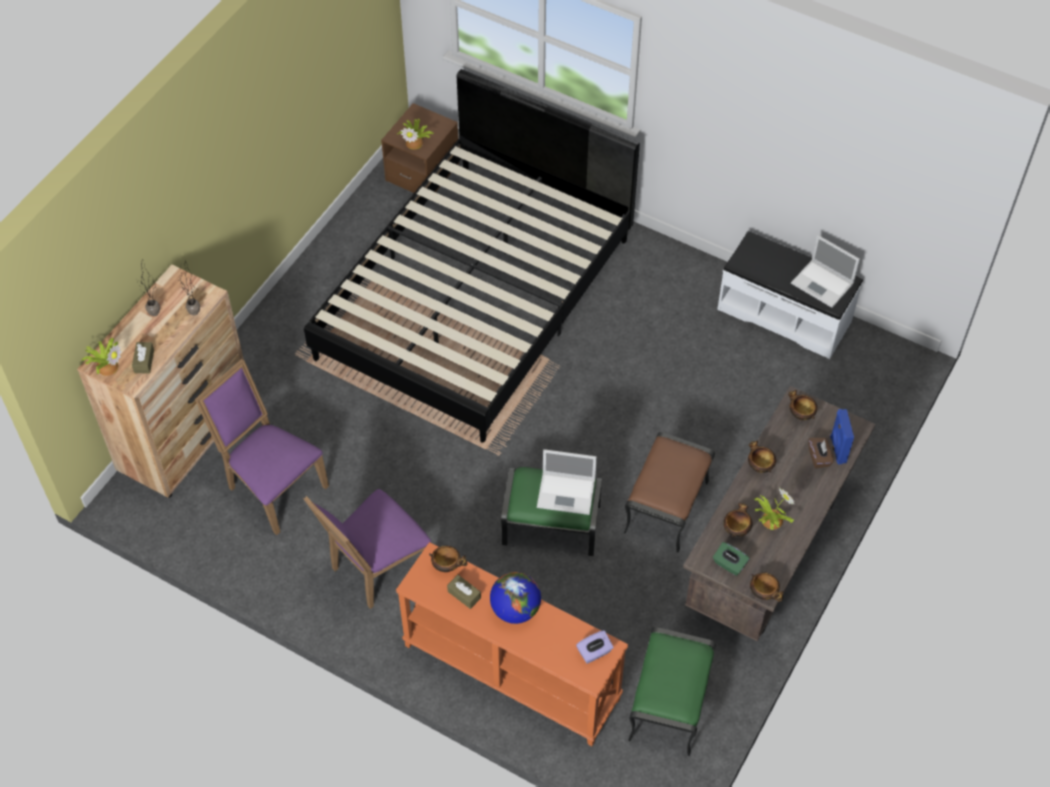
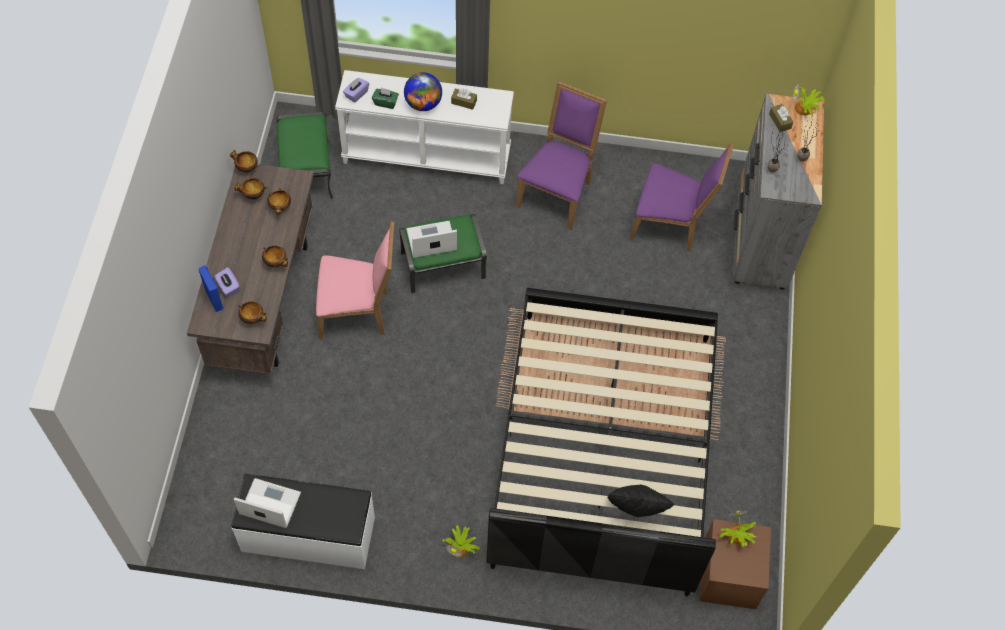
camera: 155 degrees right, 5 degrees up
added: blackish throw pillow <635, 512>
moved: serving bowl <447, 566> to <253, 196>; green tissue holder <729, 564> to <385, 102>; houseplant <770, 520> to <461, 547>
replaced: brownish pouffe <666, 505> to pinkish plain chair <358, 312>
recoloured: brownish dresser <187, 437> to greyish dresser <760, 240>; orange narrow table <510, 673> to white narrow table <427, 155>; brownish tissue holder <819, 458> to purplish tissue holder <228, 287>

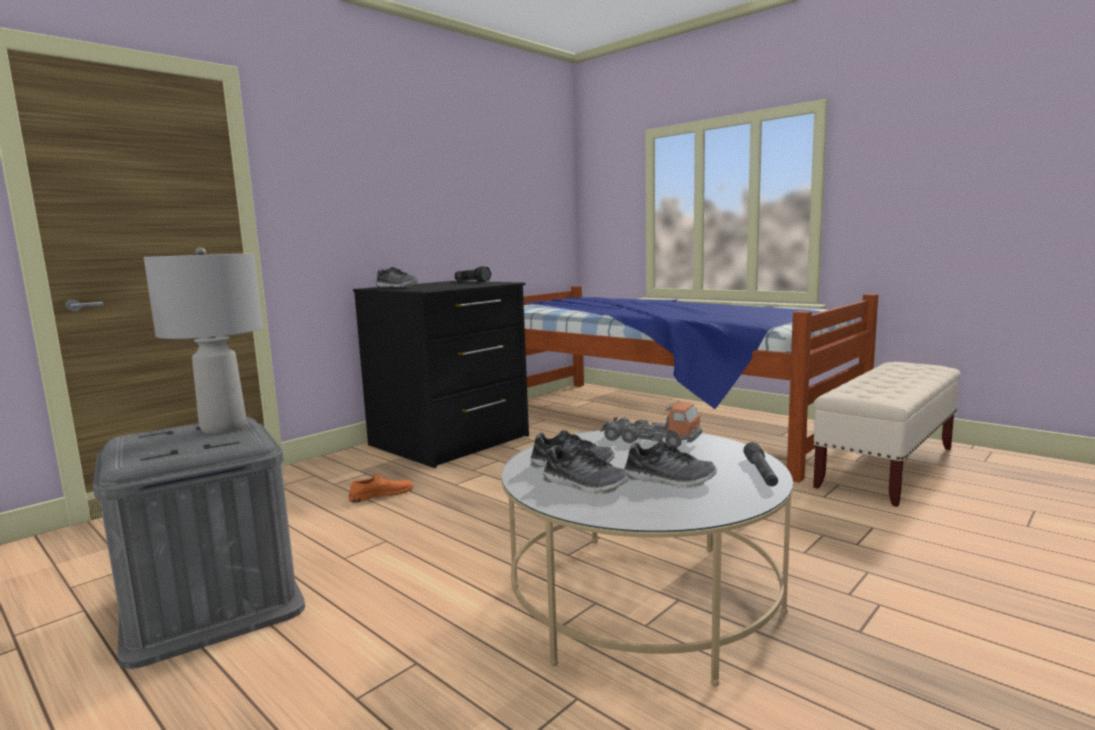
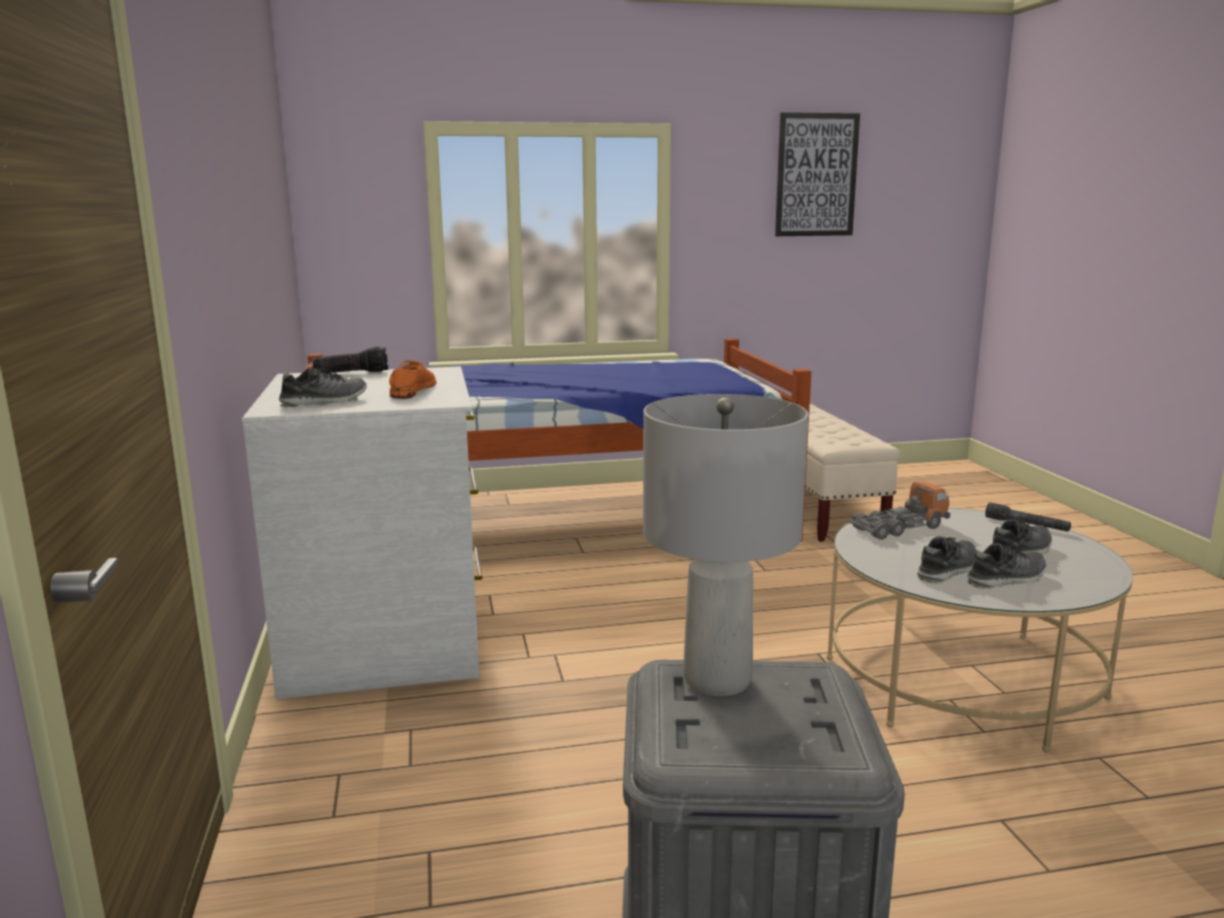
camera: 55 degrees left, 5 degrees up
added: wall picture <816, 175>
moved: orange item of footwear <381, 494> to <412, 390>
recoloured: blackish dresser <450, 441> to white dresser <387, 639>

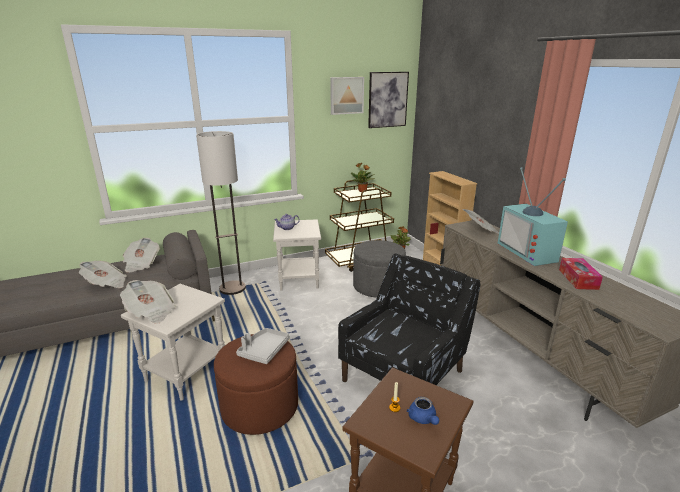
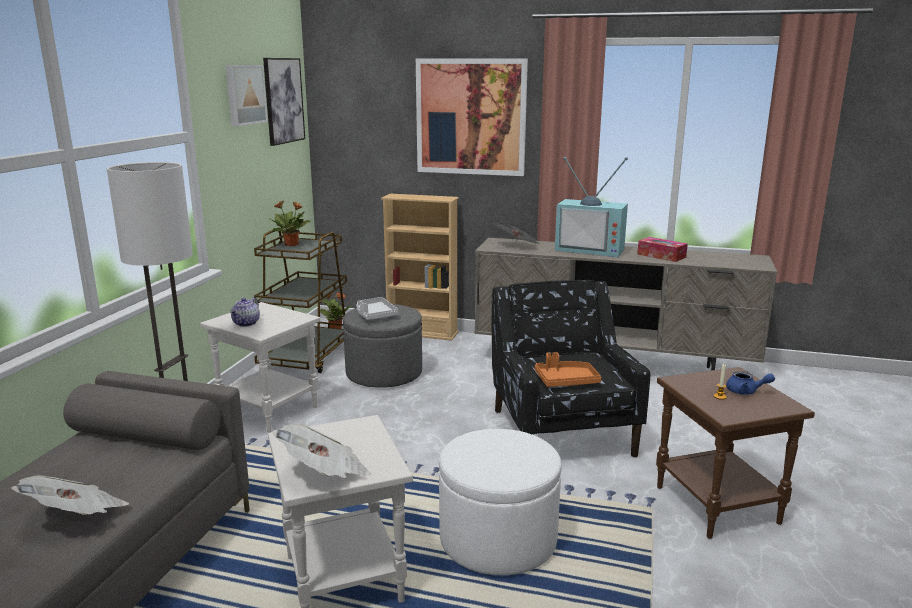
camera: 50 degrees left, 5 degrees down
removed: newspaper <141, 264>
added: wall picture <471, 117>; orange carrying tray <566, 381>
moved: greyish carrying tray <264, 350> to <375, 315>
recoloured: brownish pouffe <260, 406> to white pouffe <498, 539>

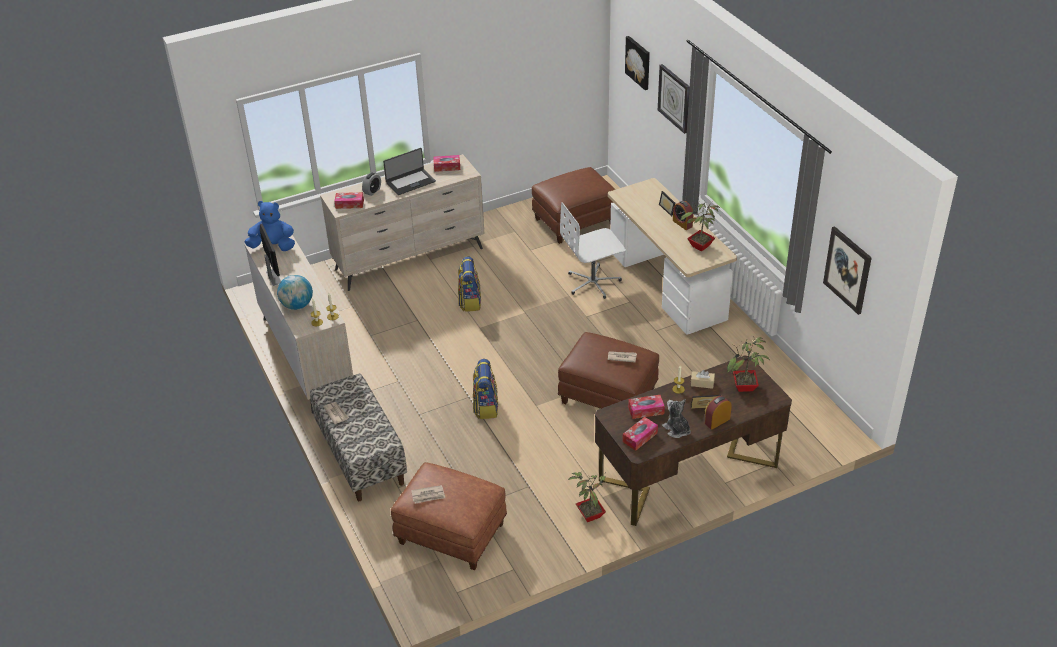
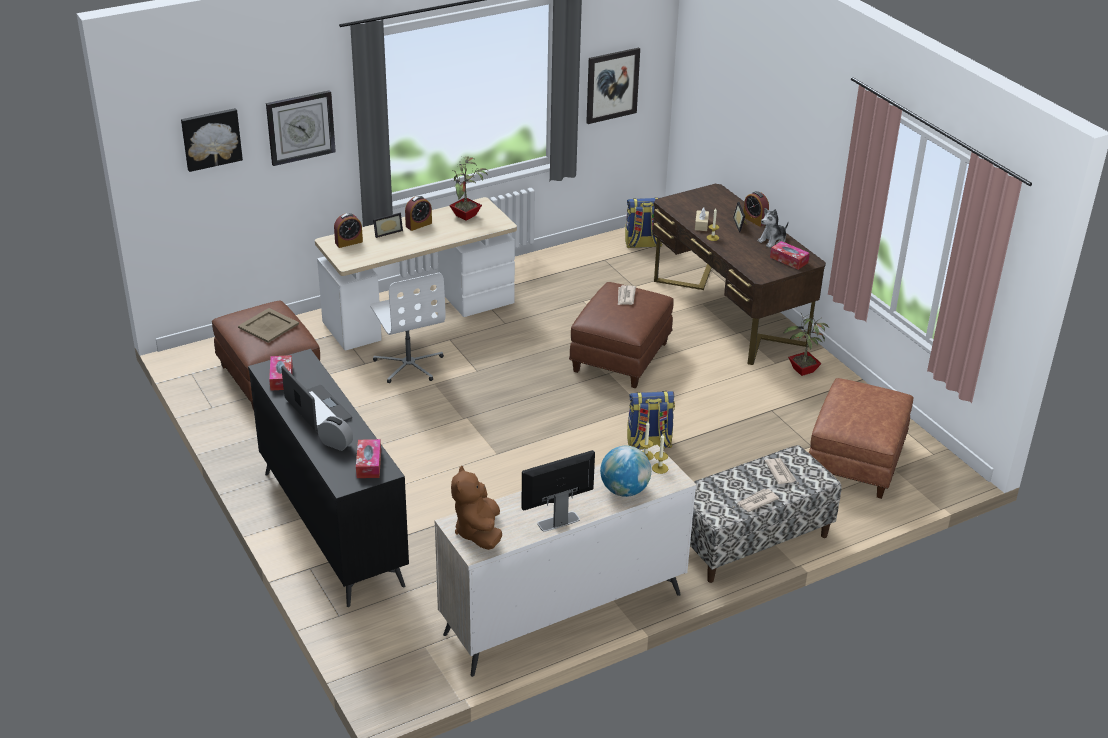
camera: 95 degrees left, 5 degrees down
removed: tissue holder <646, 410>; houseplant <744, 388>
added: sand-coloured carrying tray <268, 326>; table clock <349, 242>
moved: newspaper <428, 495> to <780, 472>; backpack <469, 301> to <642, 244>
recoloured: bluish plush toy <273, 246> to brownish plush toy <478, 532>; sand-coloured dresser <410, 259> to blackish dresser <332, 527>

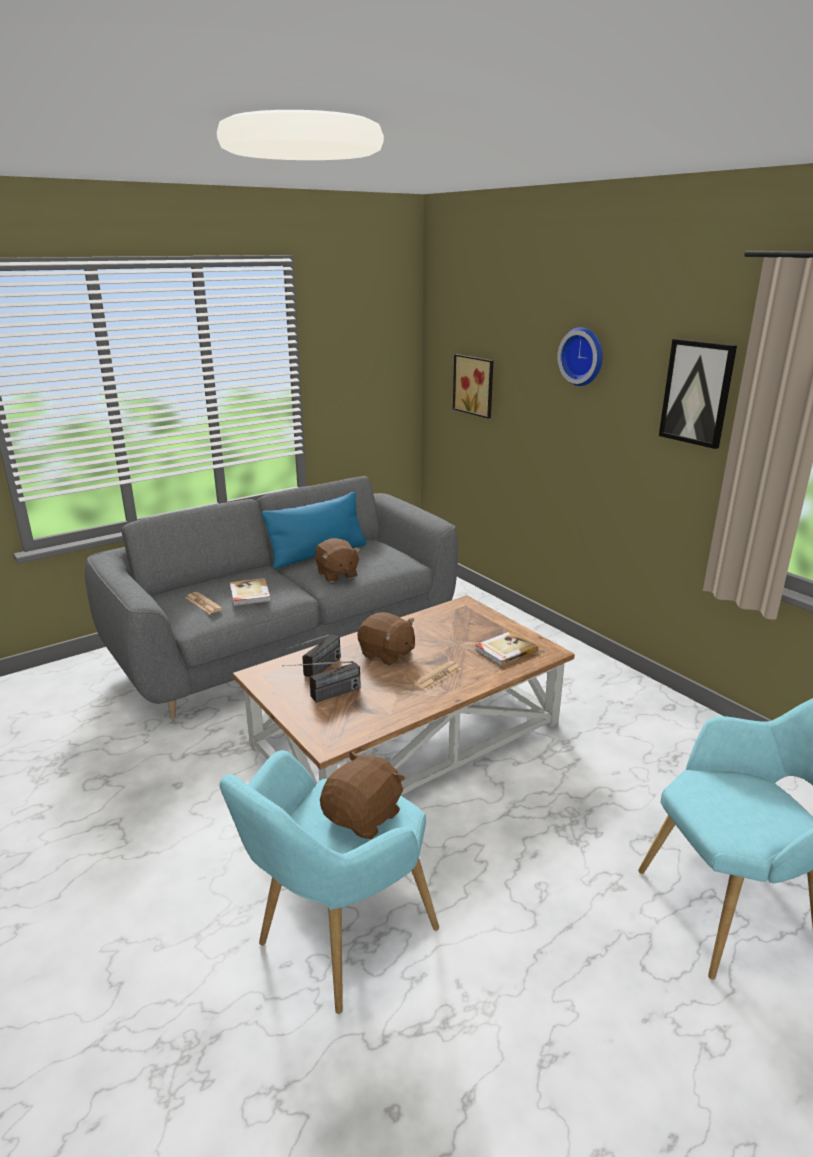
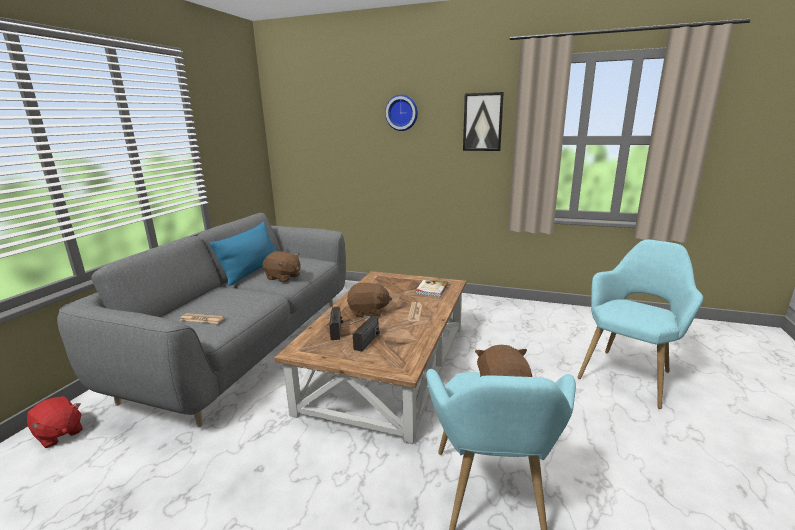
camera: 35 degrees left, 5 degrees down
removed: bound book <249, 594>; wall picture <475, 385>
added: reddish plush toy <59, 434>

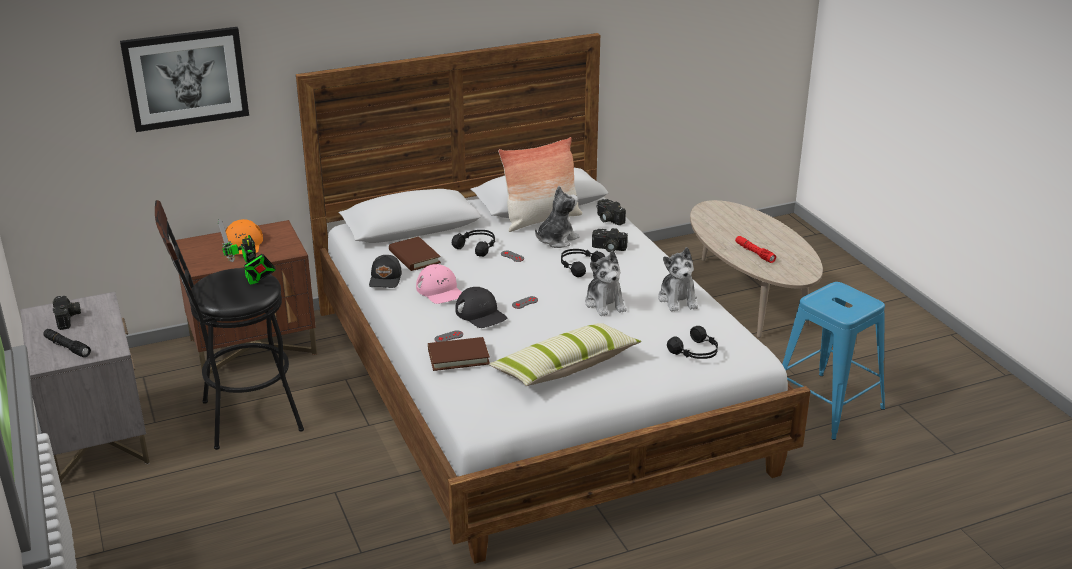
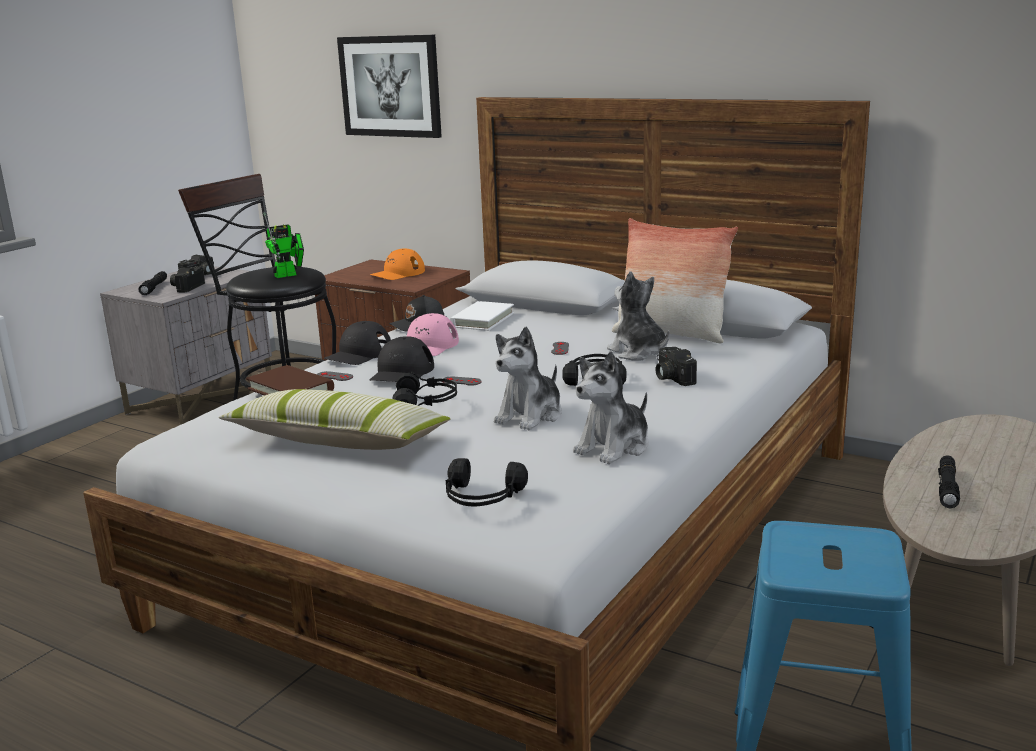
camera: 55 degrees right, 10 degrees down
added: blackish peaked cap <359, 354>
moved: blackish headphones <477, 247> to <426, 402>; photo camera <608, 219> to <187, 287>
recoloured: brownish bound book <414, 257> to white bound book <482, 320>; reddish flashlight <754, 253> to blackish flashlight <947, 488>
turned: robot figure <252, 281> = <289, 275> 150 degrees counterclockwise; plush toy <556, 240> = <638, 353> 135 degrees counterclockwise

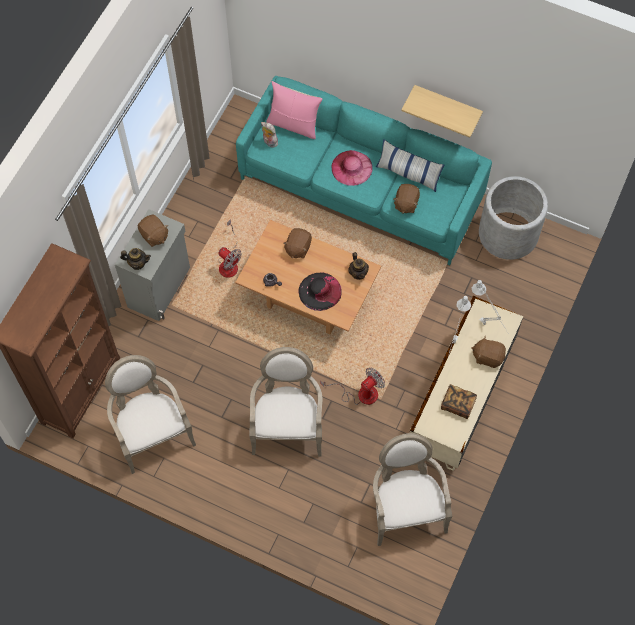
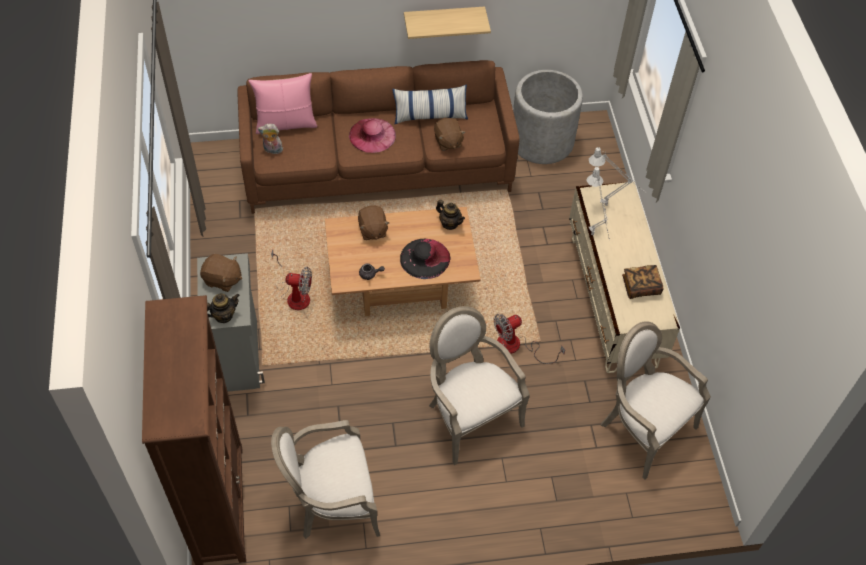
camera: 35 degrees left, 10 degrees down
removed: brownish plush toy <488, 356>
recoloured: blue-green couch <361, 189> to brownish couch <378, 167>
turned: lounge chair <152, 432> = <331, 503> 45 degrees counterclockwise; electric fan <360, 394> = <517, 347> 135 degrees counterclockwise

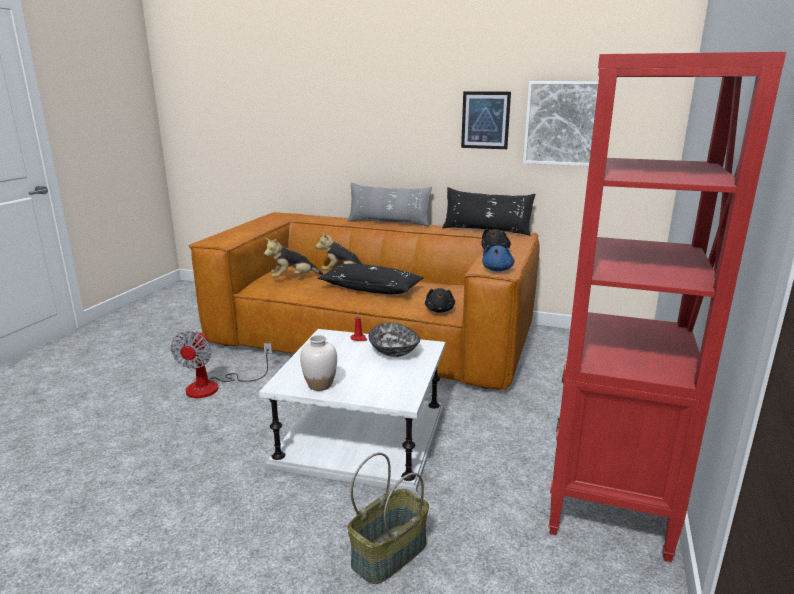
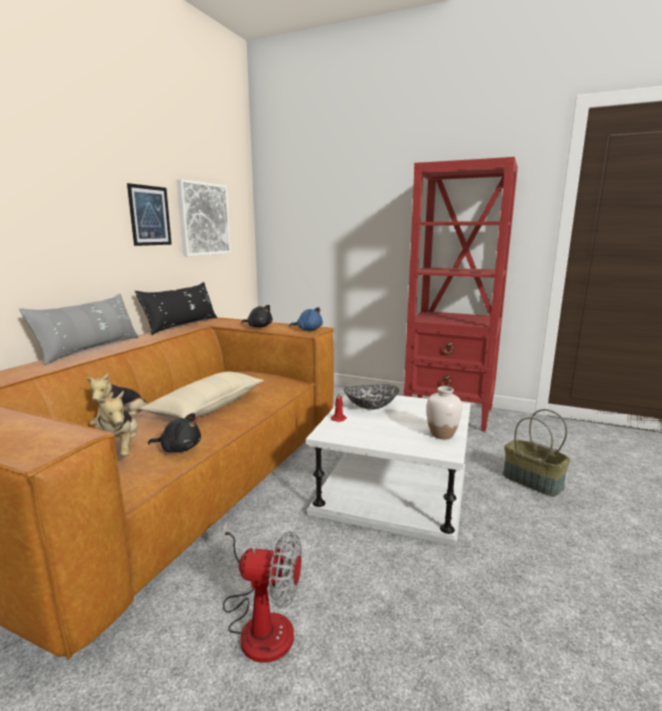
camera: 85 degrees left, 5 degrees down
moved: blackish plush toy <439, 310> to <179, 448>
recoloured: blackish throw pillow <371, 288> to sand-coloured throw pillow <208, 406>

